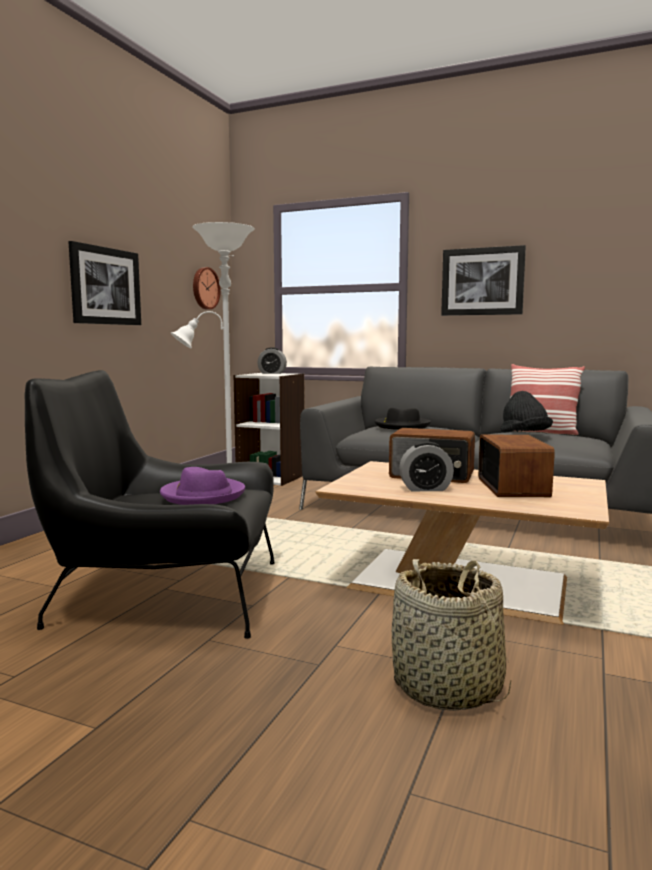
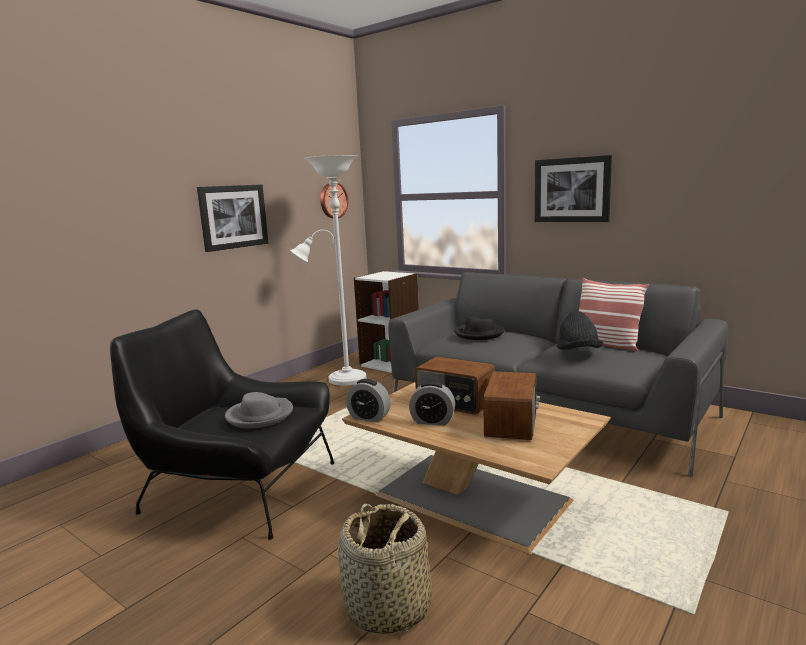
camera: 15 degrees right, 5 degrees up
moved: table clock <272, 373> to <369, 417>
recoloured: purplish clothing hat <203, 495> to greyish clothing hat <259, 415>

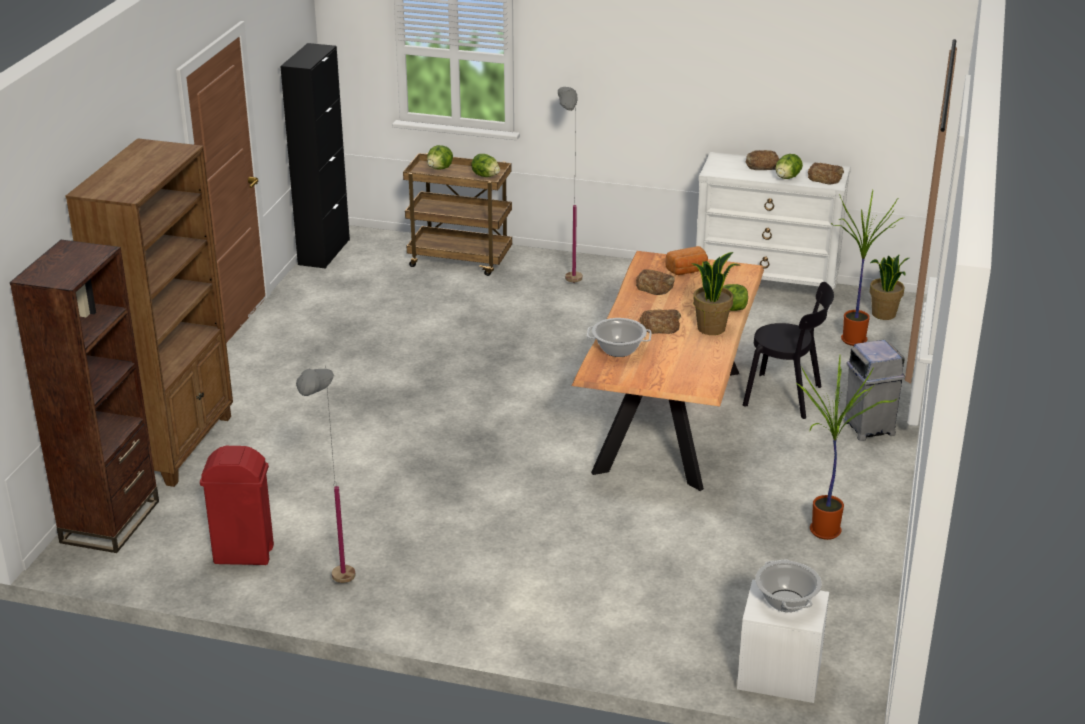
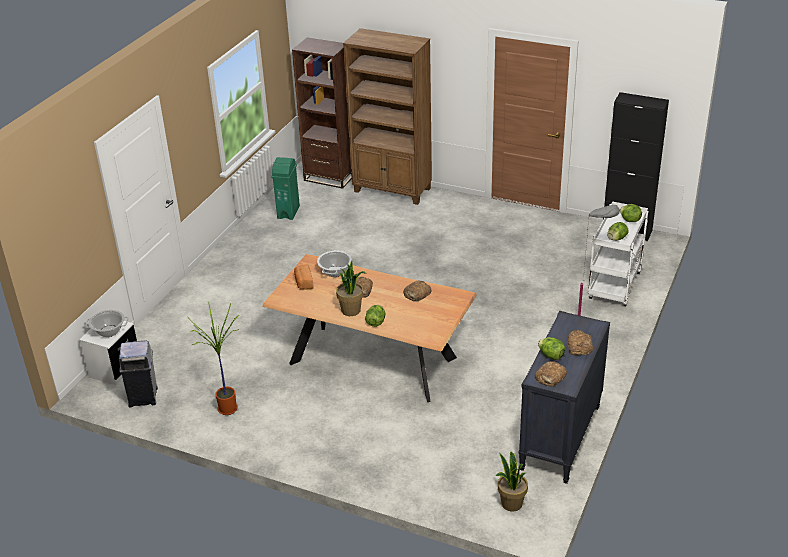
camera: 100 degrees right, 5 degrees up
removed: greyish standing lamp <336, 593>; blackish plain chair <786, 397>; houseplant <851, 340>
moved: bread <687, 271> to <303, 283>; greyish waste bin <868, 428> to <144, 397>
recoloured: reddish waste bin <243, 554> to green waste bin <288, 212>; brownish trolley <461, 260> to white trolley <615, 287>; white dresser <766, 290> to blackish dresser <560, 438>

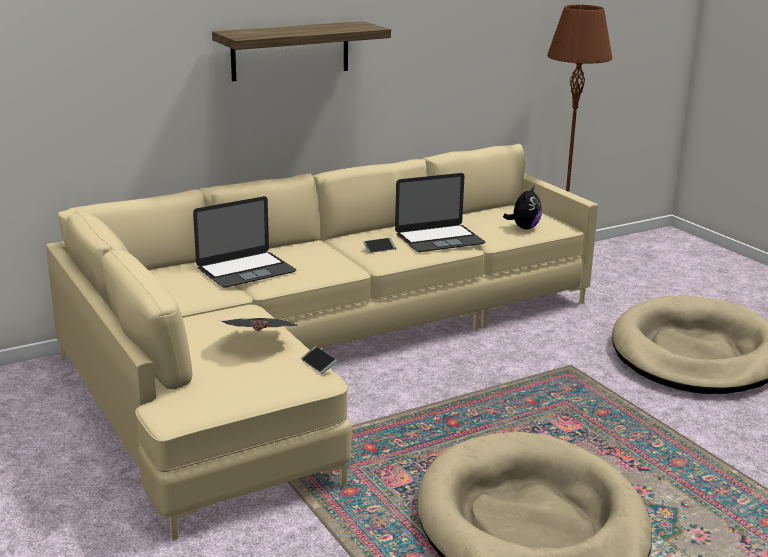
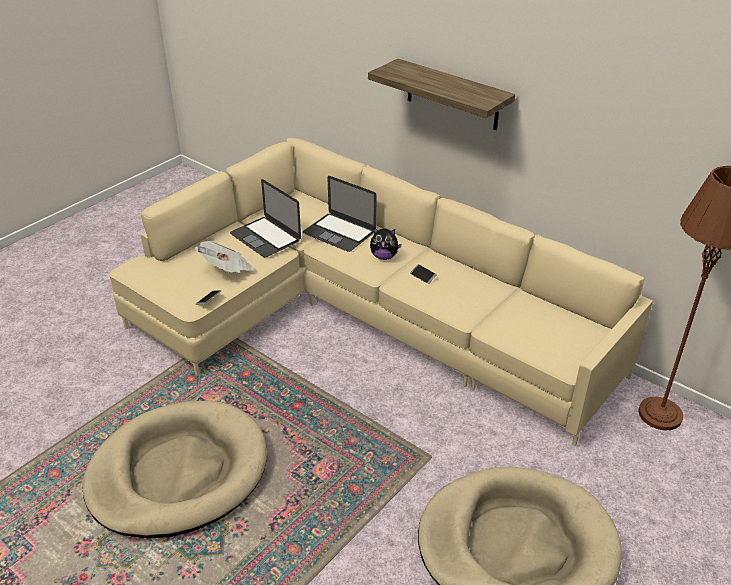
camera: 70 degrees right, 15 degrees up
moved: notebook computer <439, 238> to <265, 237>; plush toy <524, 228> to <384, 256>

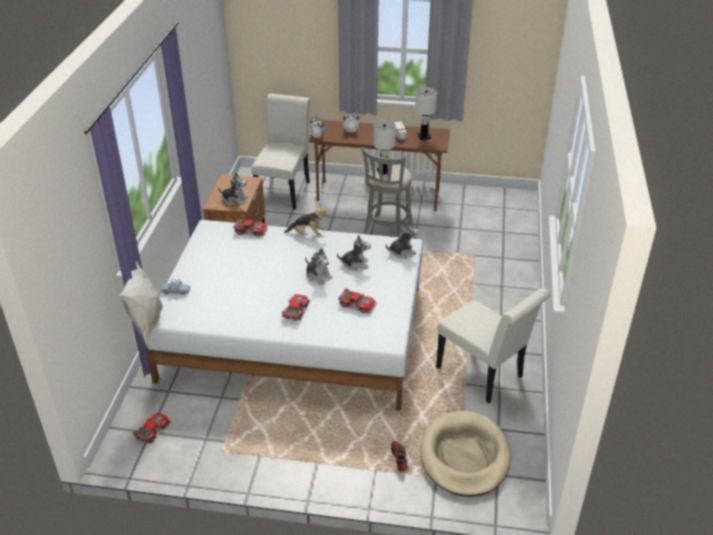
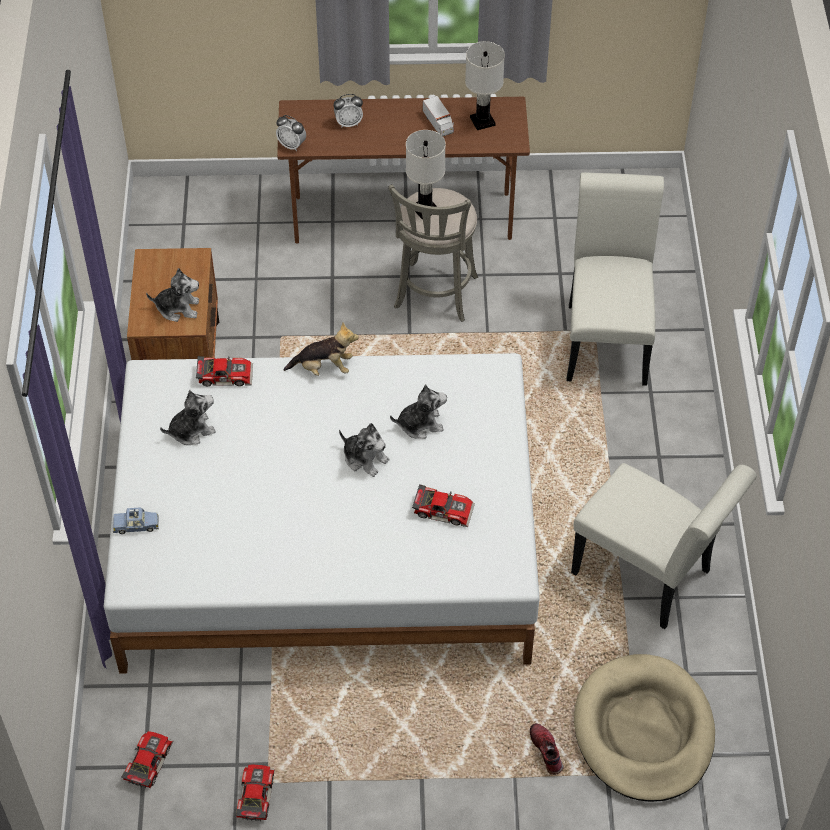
camera: 10 degrees left, 15 degrees up
removed: white throw pillow <146, 324>
moved: white plain chair <284, 190> to <606, 337>; toy car <295, 310> to <254, 795>; plush toy <402, 252> to <191, 430>

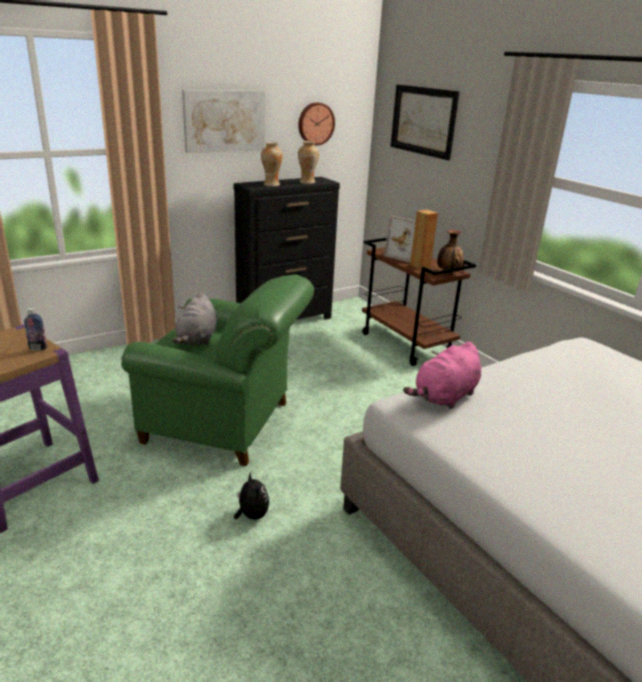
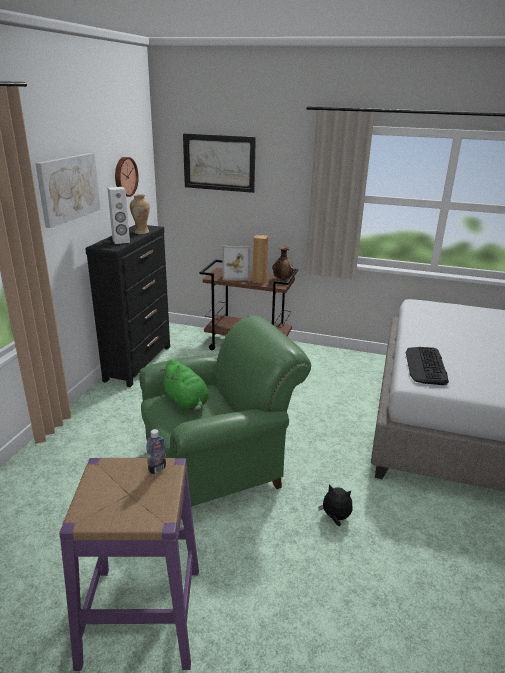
camera: 40 degrees left, 0 degrees up
replaced: vase <271, 184> to white audio speaker <121, 241>; pinkish plush toy <444, 397> to keyboard <425, 366>
recoloured: greyish plush toy <197, 339> to green plush toy <186, 402>

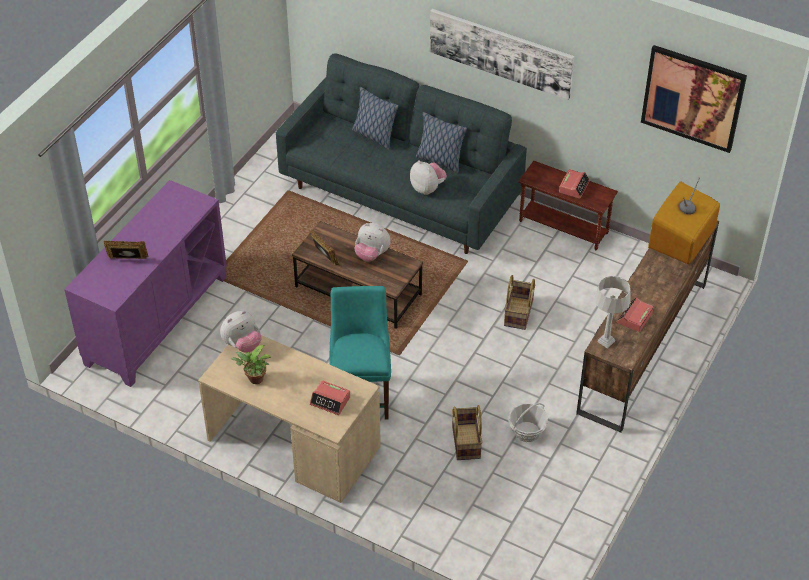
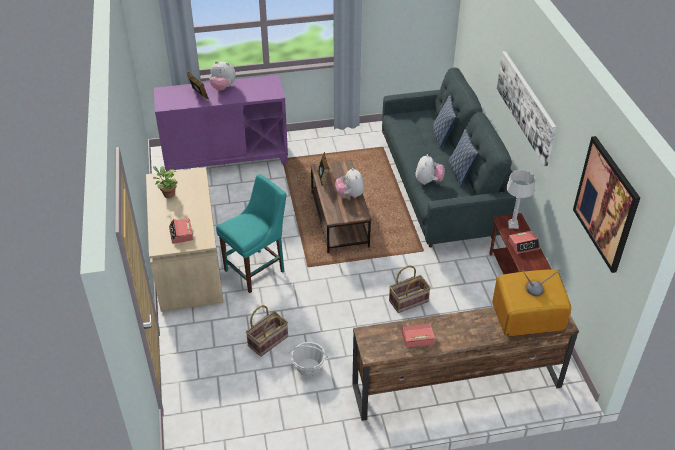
camera: 50 degrees right, 5 degrees down
moved: plush toy <242, 345> to <223, 87>; greyish tabletop lamp <606, 341> to <513, 225>

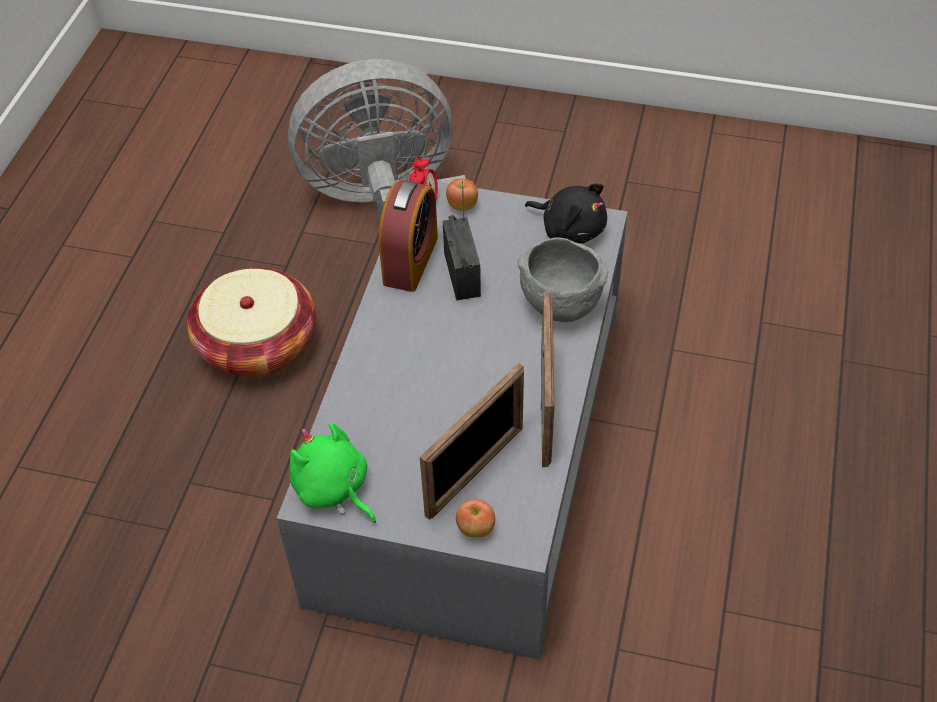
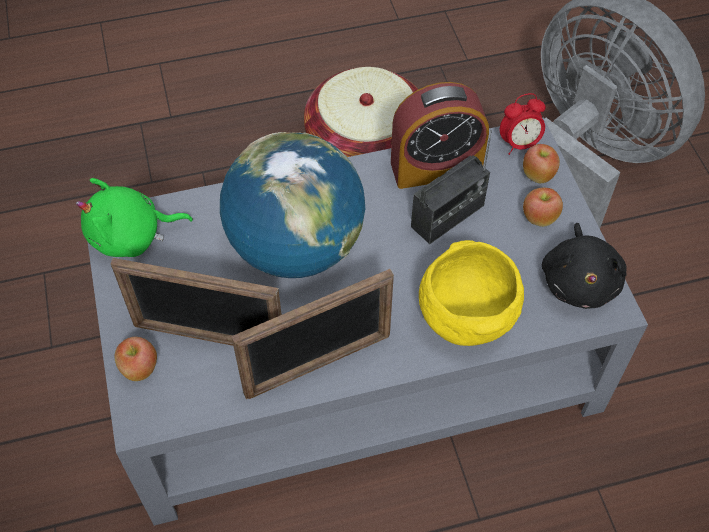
camera: 60 degrees right, 5 degrees up
added: world globe <296, 247>; apple <539, 218>
recoloured: greyish serving bowl <558, 304> to yellow serving bowl <465, 316>
turned: green plush toy <333, 489> = <132, 236> 120 degrees counterclockwise

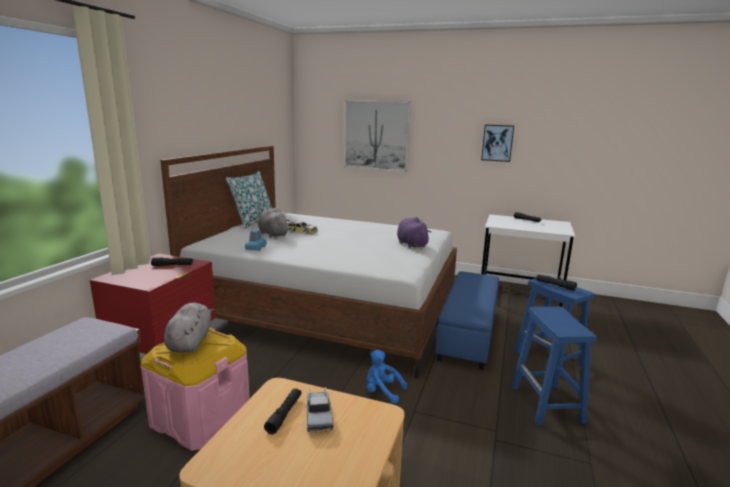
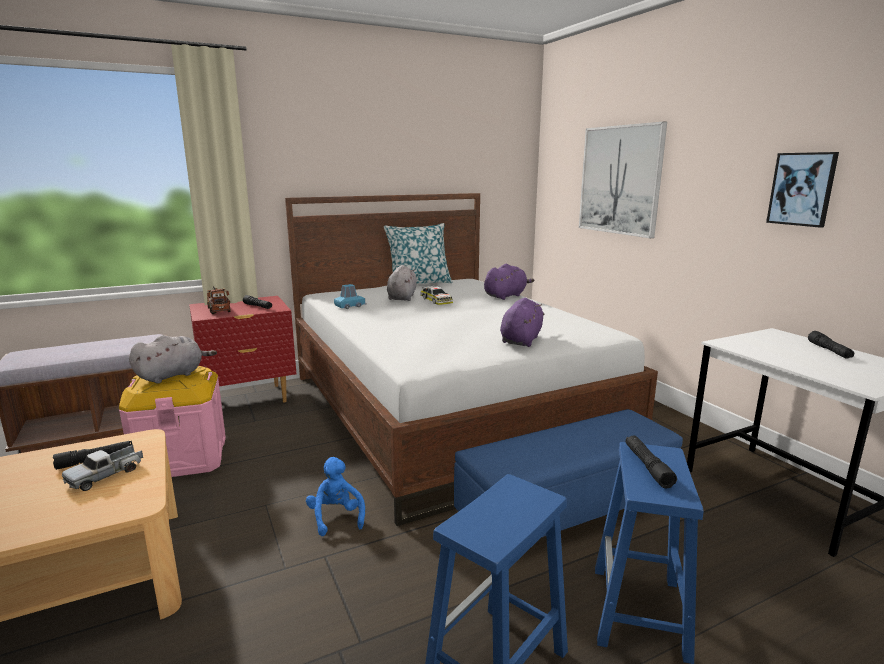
camera: 45 degrees right, 0 degrees up
added: toy lorry <218, 309>; purplish plush toy <506, 296>

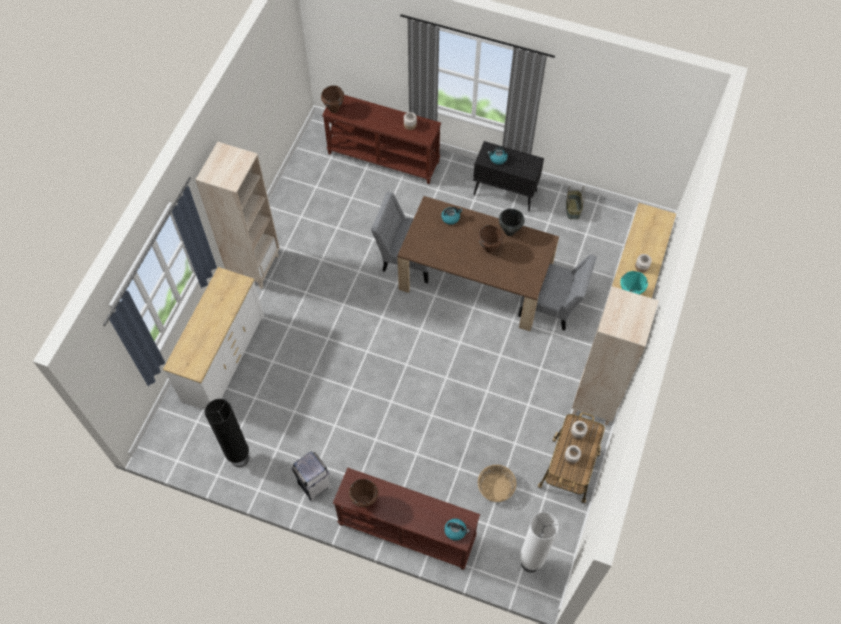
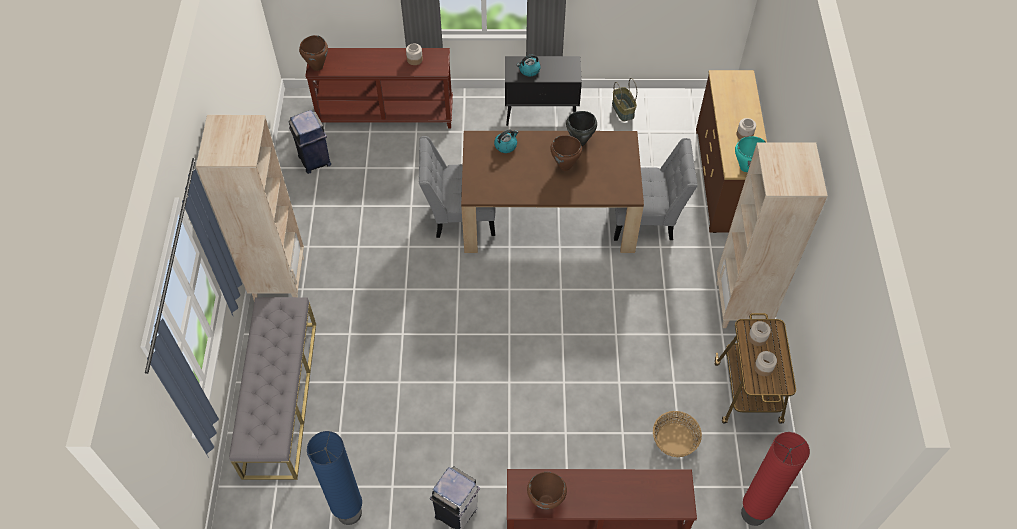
camera: 20 degrees left, 5 degrees down
removed: kettle <455, 531>
added: bluish waste bin <315, 161>
replaced: white dresser <223, 358> to greyish long seat <280, 398>
recoloured: blackish standing lamp <239, 458> to bluish standing lamp <349, 513>; white standing lamp <530, 562> to reddish standing lamp <753, 514>

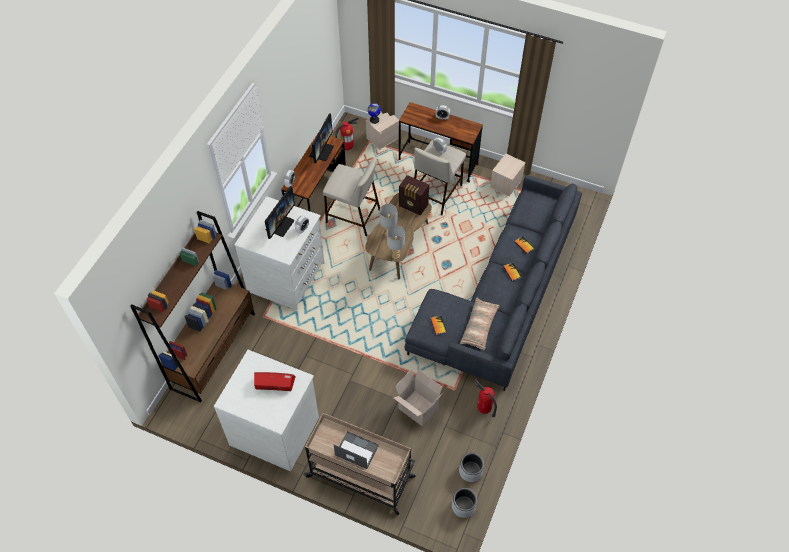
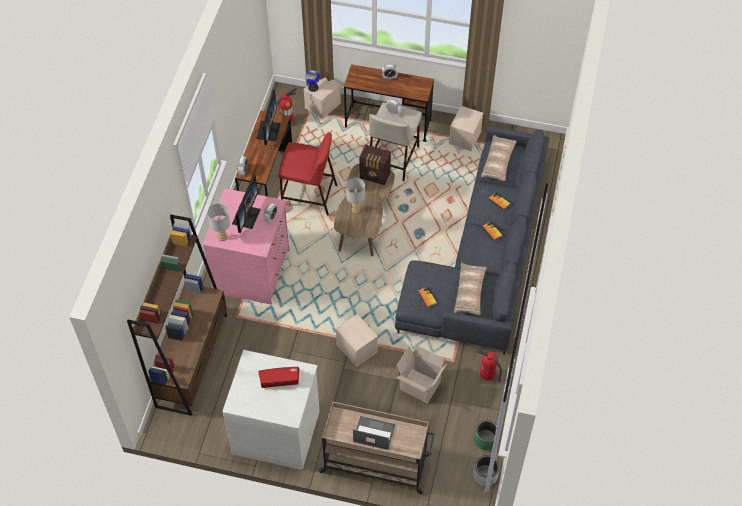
camera: 10 degrees left, 0 degrees up
added: sand-coloured storage bin <356, 348>; throw pillow <498, 162>
moved: greyish tabletop lamp <395, 255> to <222, 237>
recoloured: white dresser <287, 277> to pinkish dresser <253, 271>; sand-coloured stool seat <352, 216> to reddish stool seat <308, 196>; greyish planter <470, 471> to green planter <485, 440>

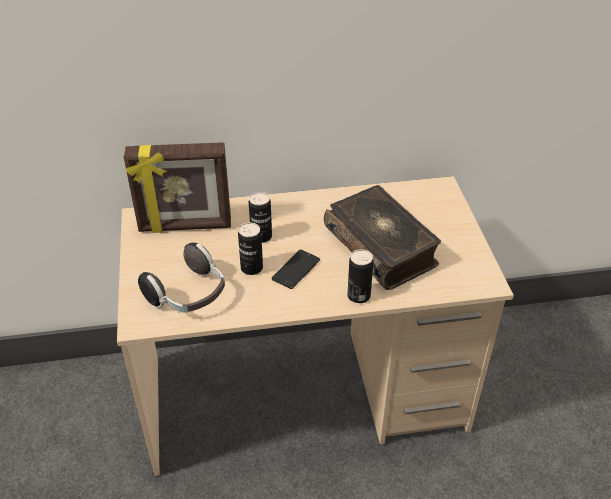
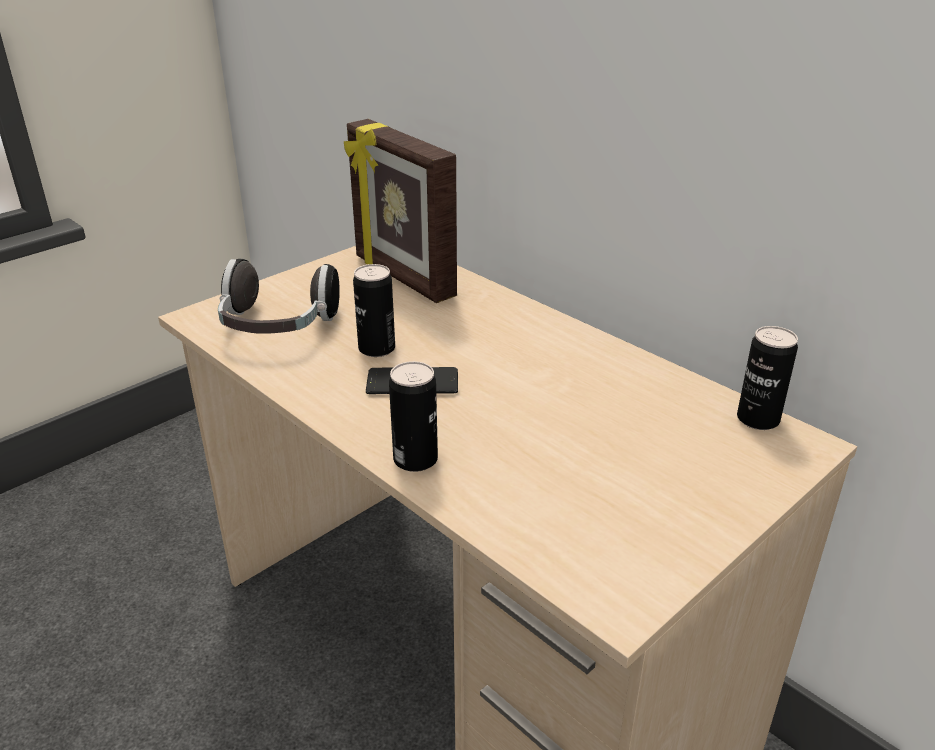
camera: 55 degrees right, 10 degrees down
removed: bound book <381, 247>
moved: can <261, 236> to <758, 419>

